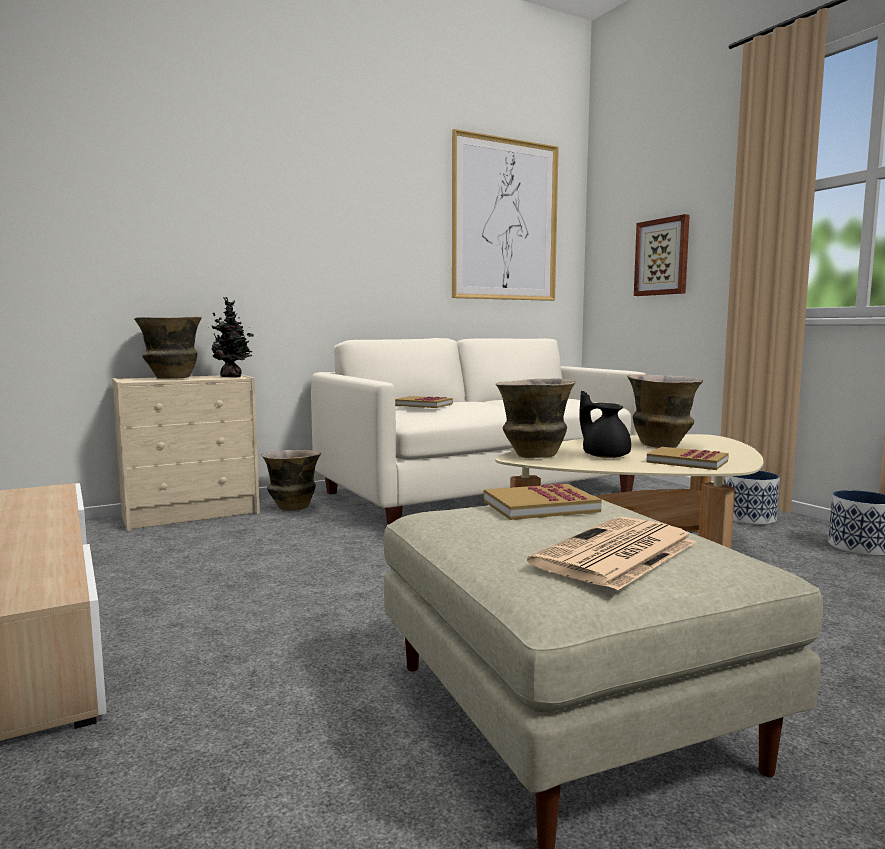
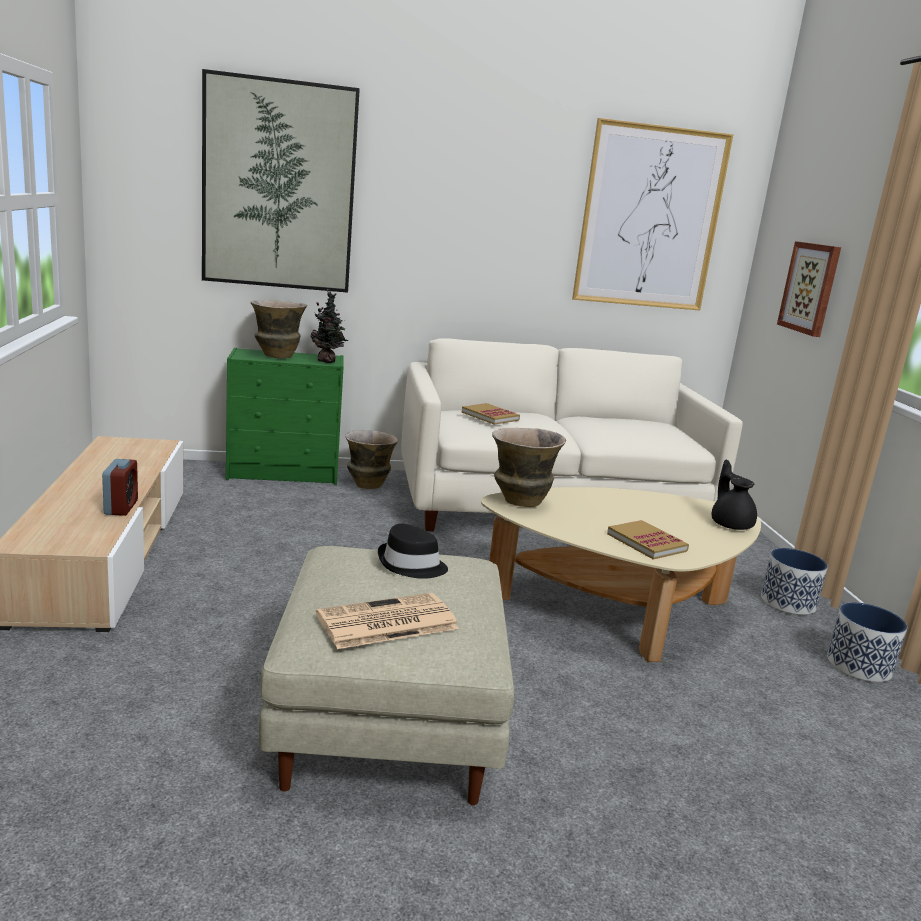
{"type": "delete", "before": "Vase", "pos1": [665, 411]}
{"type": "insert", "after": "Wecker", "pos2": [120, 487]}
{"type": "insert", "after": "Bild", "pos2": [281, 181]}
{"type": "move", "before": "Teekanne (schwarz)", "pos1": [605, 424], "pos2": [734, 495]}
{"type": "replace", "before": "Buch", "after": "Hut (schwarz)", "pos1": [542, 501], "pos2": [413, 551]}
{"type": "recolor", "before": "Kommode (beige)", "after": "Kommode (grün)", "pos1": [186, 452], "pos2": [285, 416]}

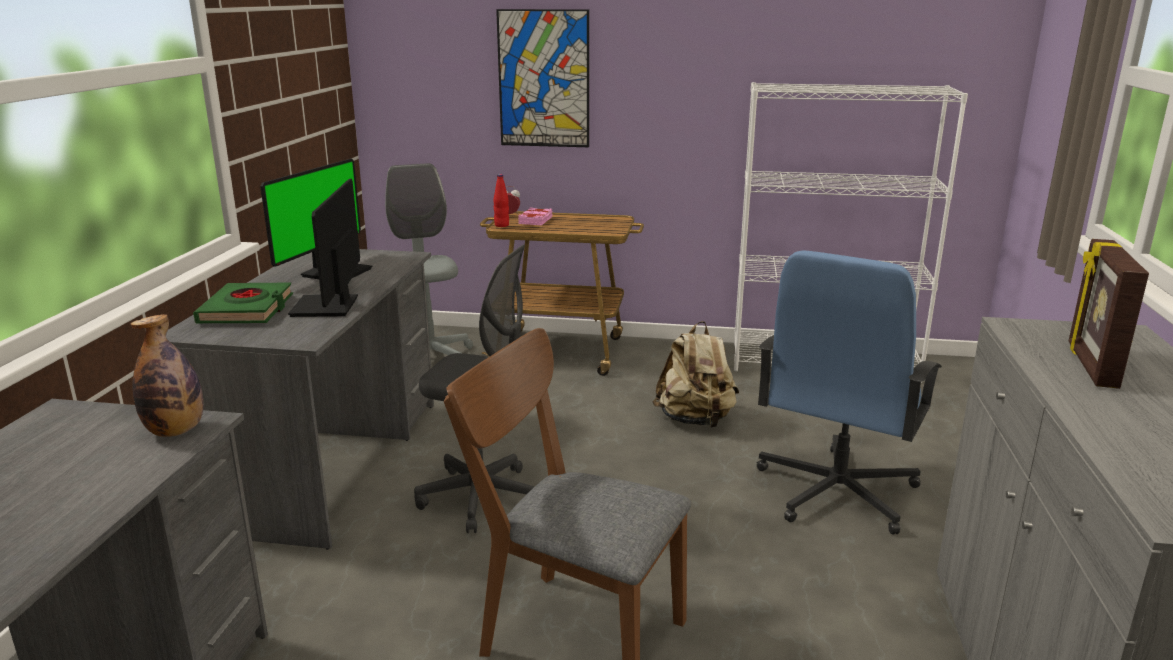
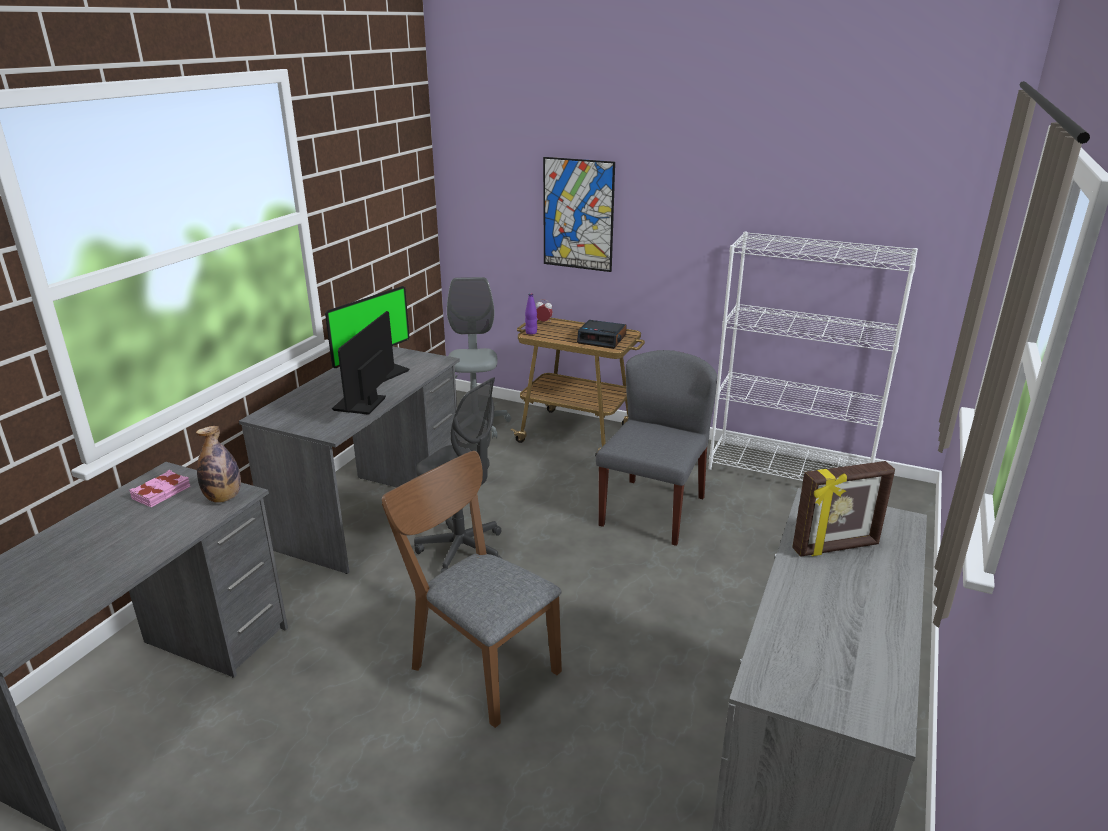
{"type": "delete", "before": "Buch (grün)", "pos1": [243, 302]}
{"type": "delete", "before": "Bürostuhl (blau)", "pos1": [849, 392]}
{"type": "insert", "after": "Wecker", "pos2": [602, 334]}
{"type": "move", "before": "Buch (rosa)", "pos1": [535, 216], "pos2": [160, 488]}
{"type": "replace", "before": "Rucksack (beige)", "after": "Stuhl (grau)", "pos1": [695, 374], "pos2": [656, 448]}
{"type": "recolor", "before": "Flasche (rot)", "after": "Flasche (lila)", "pos1": [501, 200], "pos2": [531, 314]}
{"type": "rotate", "before": "Bilderrahmen", "pos1": [1109, 314], "pos2": [843, 509], "turn": -135}

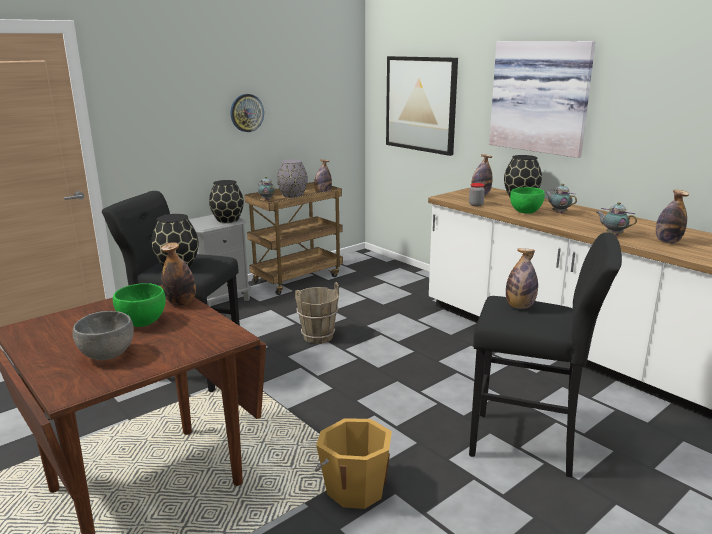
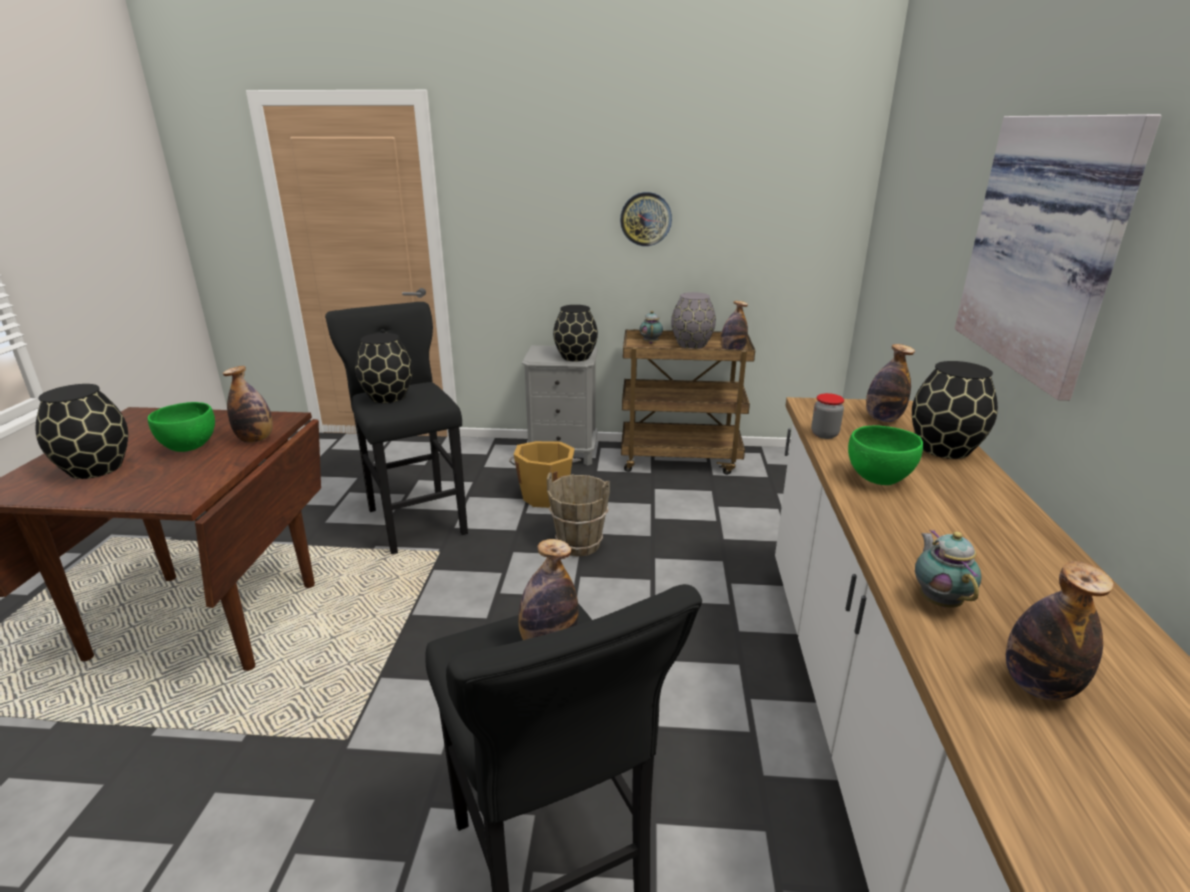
{"type": "delete", "before": "Bild", "pos1": [422, 106]}
{"type": "delete", "before": "Teekanne", "pos1": [561, 198]}
{"type": "move", "before": "Eimer (orange)", "pos1": [353, 463], "pos2": [545, 474]}
{"type": "replace", "before": "Schüssel (grau)", "after": "Vase (schwarz)", "pos1": [103, 335], "pos2": [82, 431]}

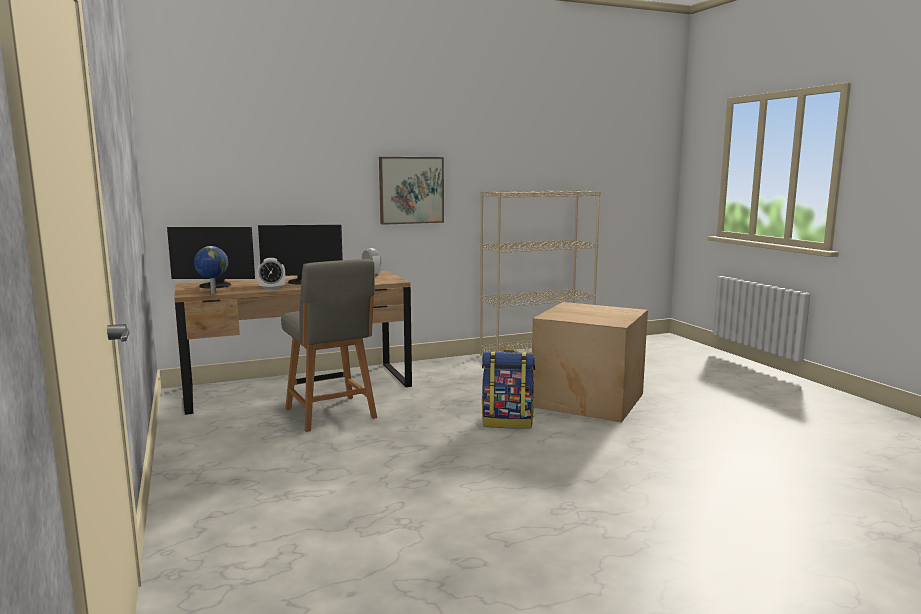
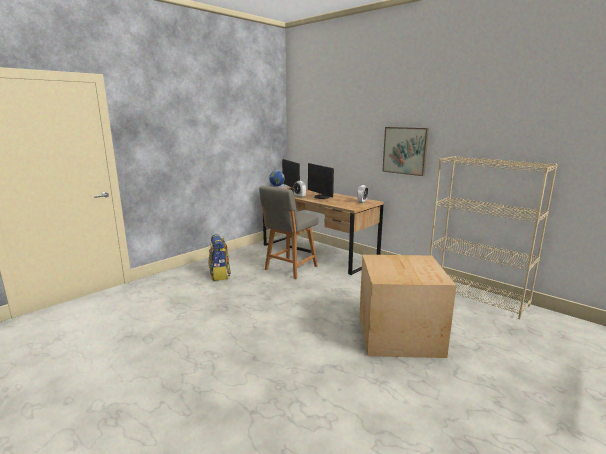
{"type": "move", "before": "Rucksack", "pos1": [508, 389], "pos2": [220, 257]}

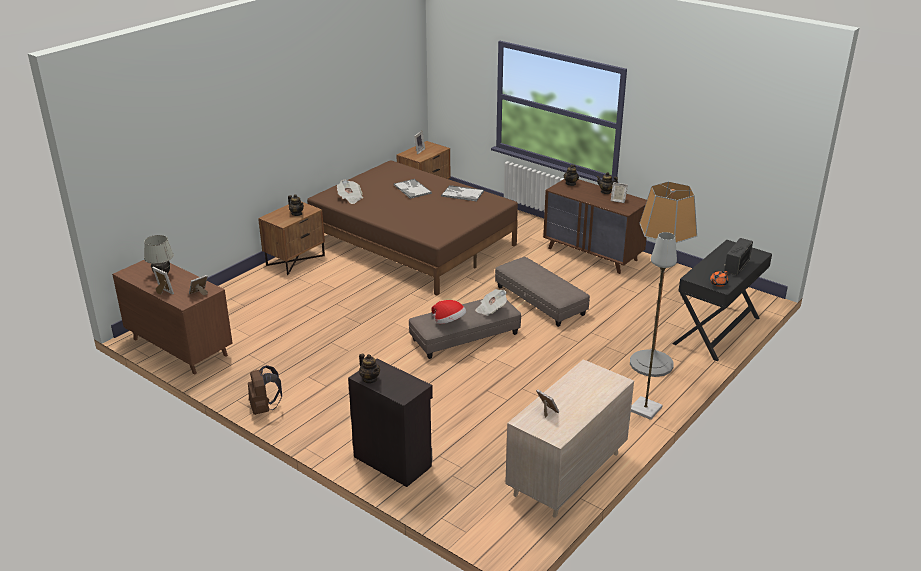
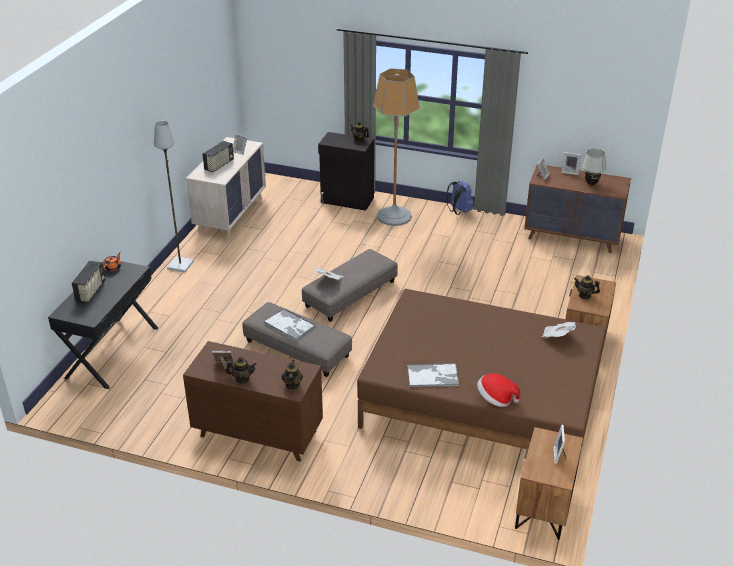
{"type": "insert", "after": "Radio", "pos2": [218, 156]}
{"type": "move", "before": "Tablett", "pos1": [412, 189], "pos2": [290, 324]}
{"type": "move", "before": "Hut", "pos1": [448, 312], "pos2": [498, 390]}
{"type": "move", "before": "Stehlampe", "pos1": [663, 279], "pos2": [396, 147]}
{"type": "recolor", "before": "Rucksack (braun)", "after": "Rucksack (blau)", "pos1": [265, 390], "pos2": [460, 198]}

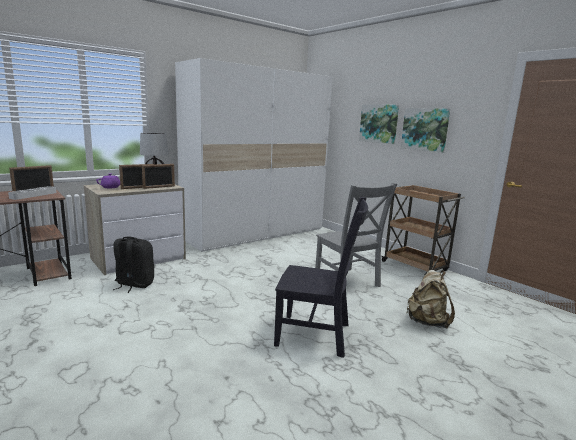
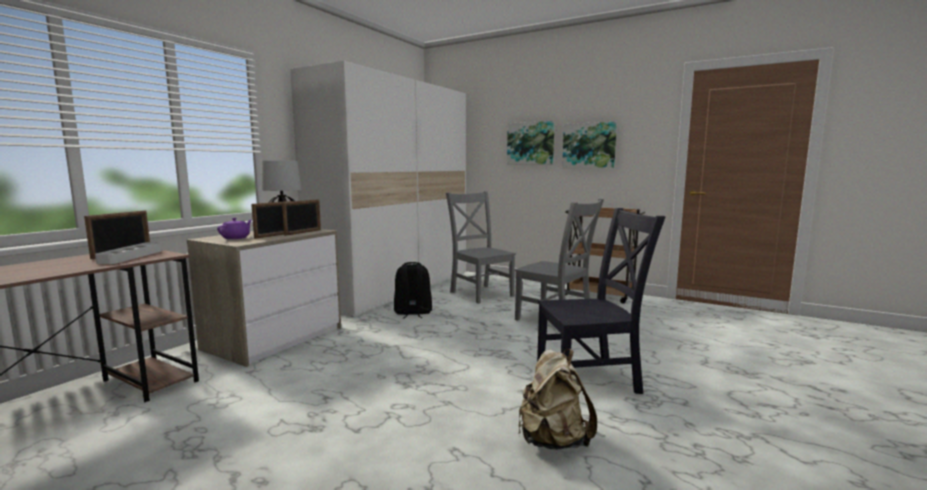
{"type": "insert", "after": "Stuhl (grau)", "pos2": [481, 247]}
{"type": "move", "before": "Rucksack (schwarz)", "pos1": [133, 265], "pos2": [413, 290]}
{"type": "move", "before": "Rucksack (beige)", "pos1": [430, 299], "pos2": [557, 398]}

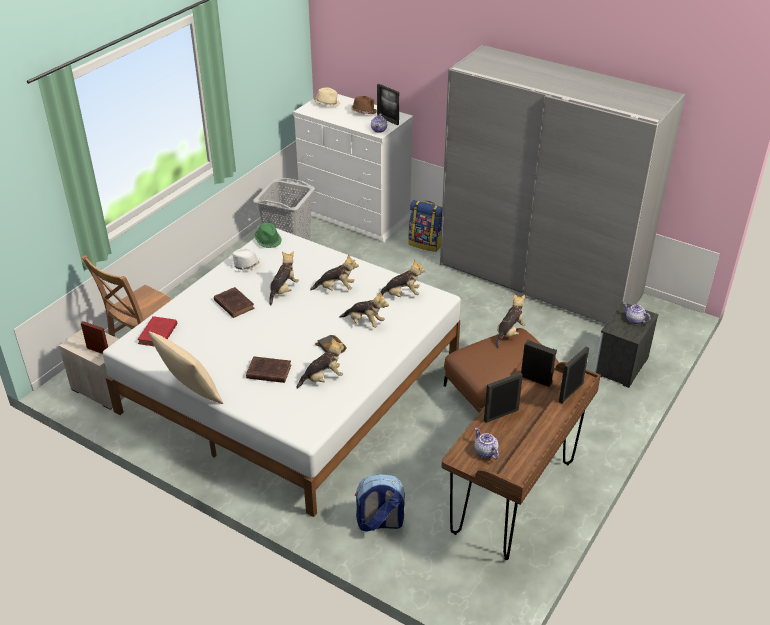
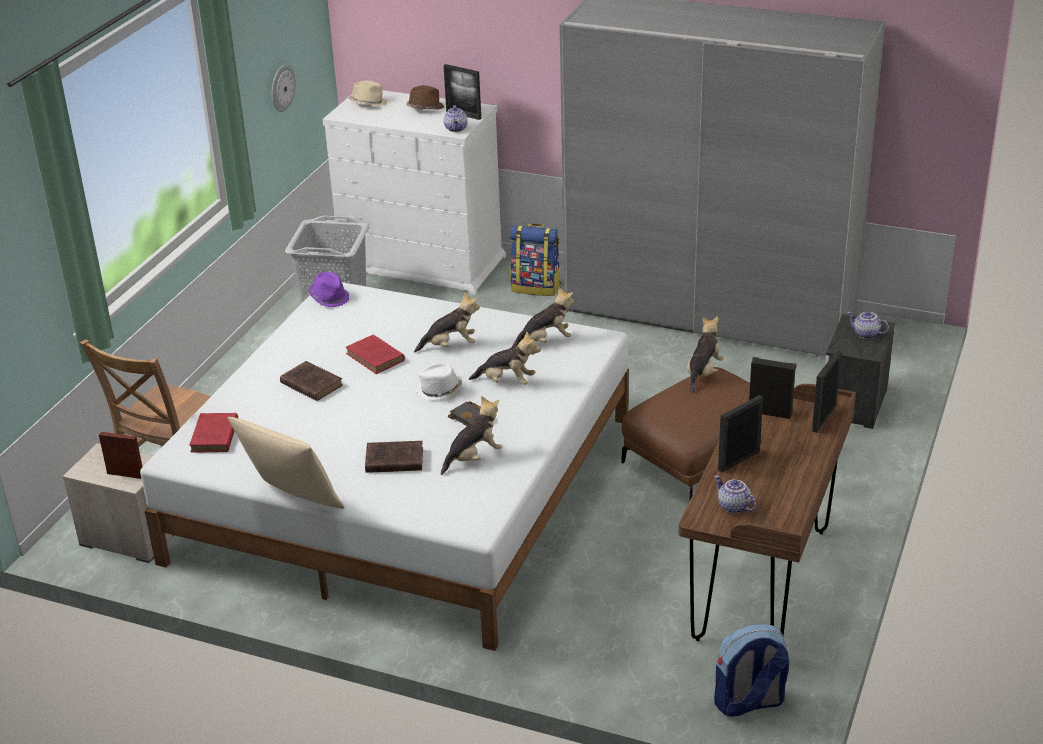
{"type": "insert", "after": "Wanduhr", "pos2": [284, 88]}
{"type": "move", "before": "Hut (weiß)", "pos1": [245, 260], "pos2": [438, 382]}
{"type": "move", "before": "Rucksack", "pos1": [380, 503], "pos2": [751, 670]}
{"type": "replace", "before": "Plüschtier", "after": "Buch (rot)", "pos1": [284, 279], "pos2": [375, 354]}
{"type": "recolor", "before": "Hut (grün)", "after": "Hut (lila)", "pos1": [268, 235], "pos2": [329, 289]}

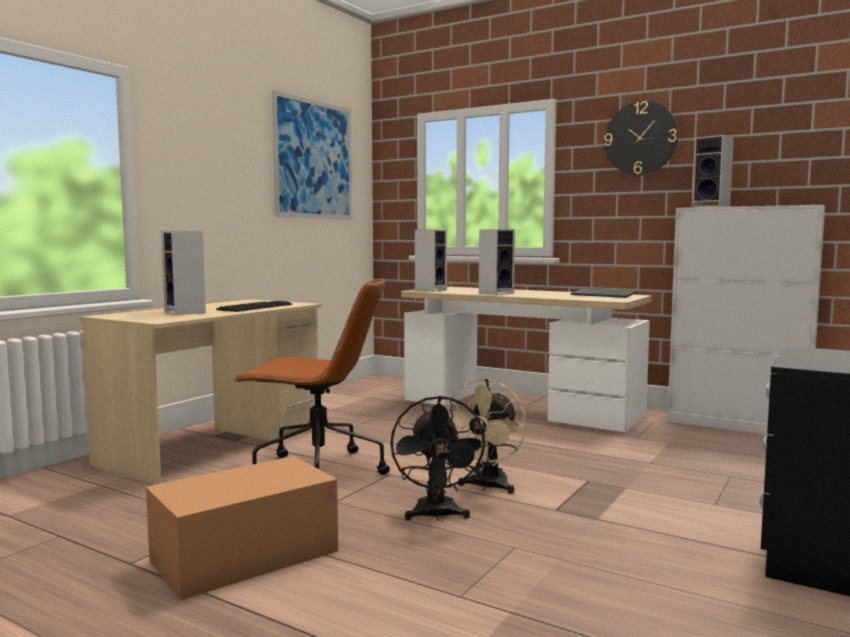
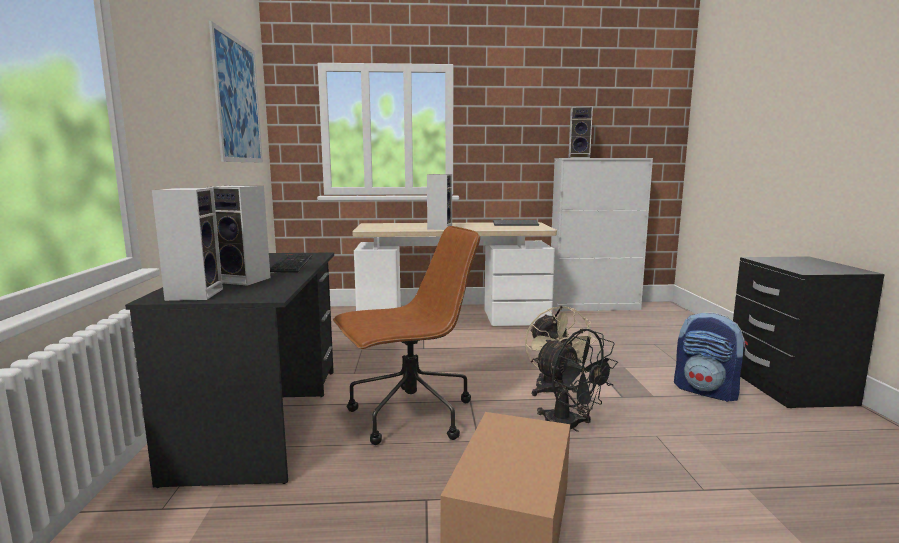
{"type": "delete", "before": "Wanduhr", "pos1": [641, 138]}
{"type": "insert", "after": "Rucksack", "pos2": [711, 357]}
{"type": "move", "before": "Lautsprecher", "pos1": [431, 261], "pos2": [187, 244]}
{"type": "recolor", "before": "Schreibtisch (beige)", "after": "Schreibtisch (schwarz)", "pos1": [201, 392], "pos2": [229, 370]}

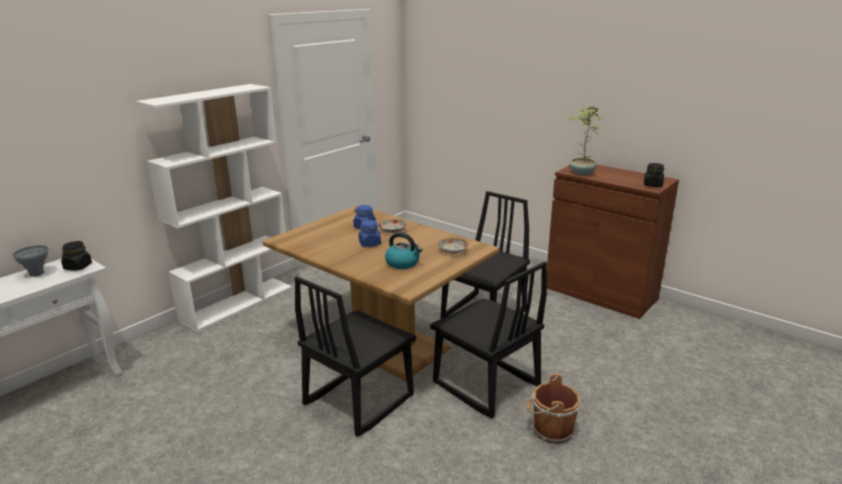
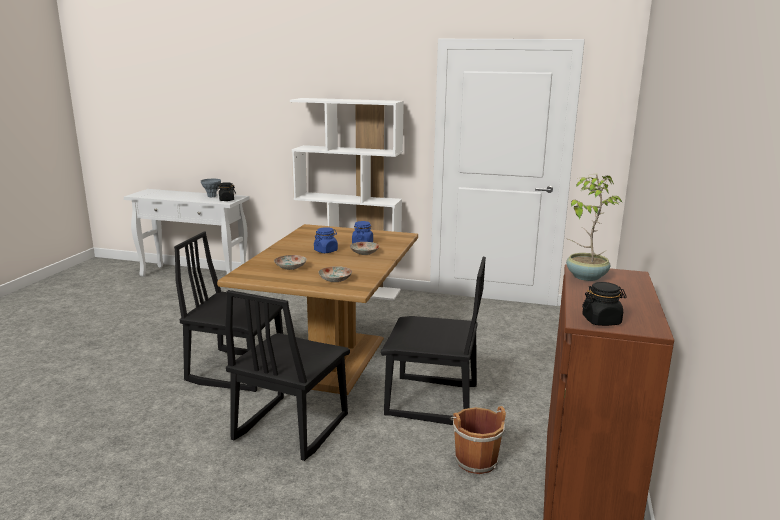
{"type": "move", "before": "Eimer (braun)", "pos1": [554, 408], "pos2": [478, 440]}
{"type": "replace", "before": "Wasserkessel", "after": "Teller", "pos1": [404, 250], "pos2": [290, 262]}

